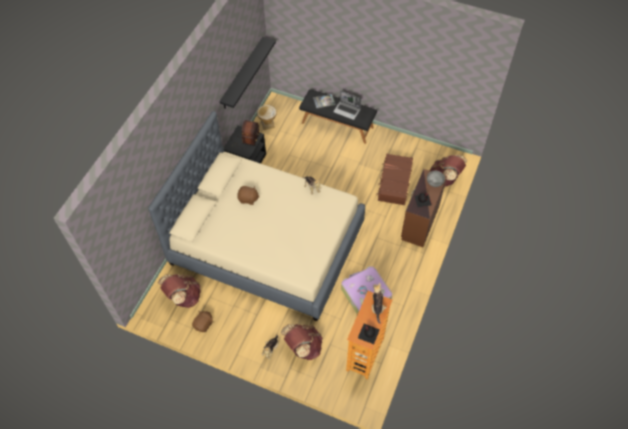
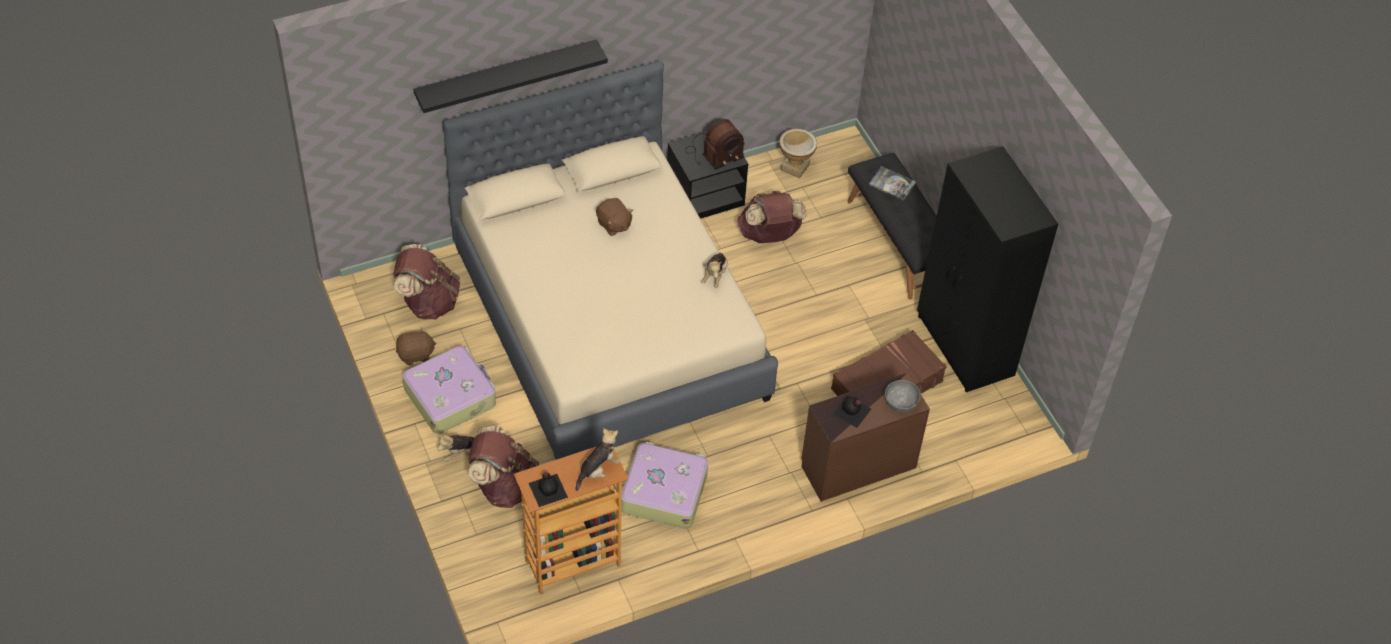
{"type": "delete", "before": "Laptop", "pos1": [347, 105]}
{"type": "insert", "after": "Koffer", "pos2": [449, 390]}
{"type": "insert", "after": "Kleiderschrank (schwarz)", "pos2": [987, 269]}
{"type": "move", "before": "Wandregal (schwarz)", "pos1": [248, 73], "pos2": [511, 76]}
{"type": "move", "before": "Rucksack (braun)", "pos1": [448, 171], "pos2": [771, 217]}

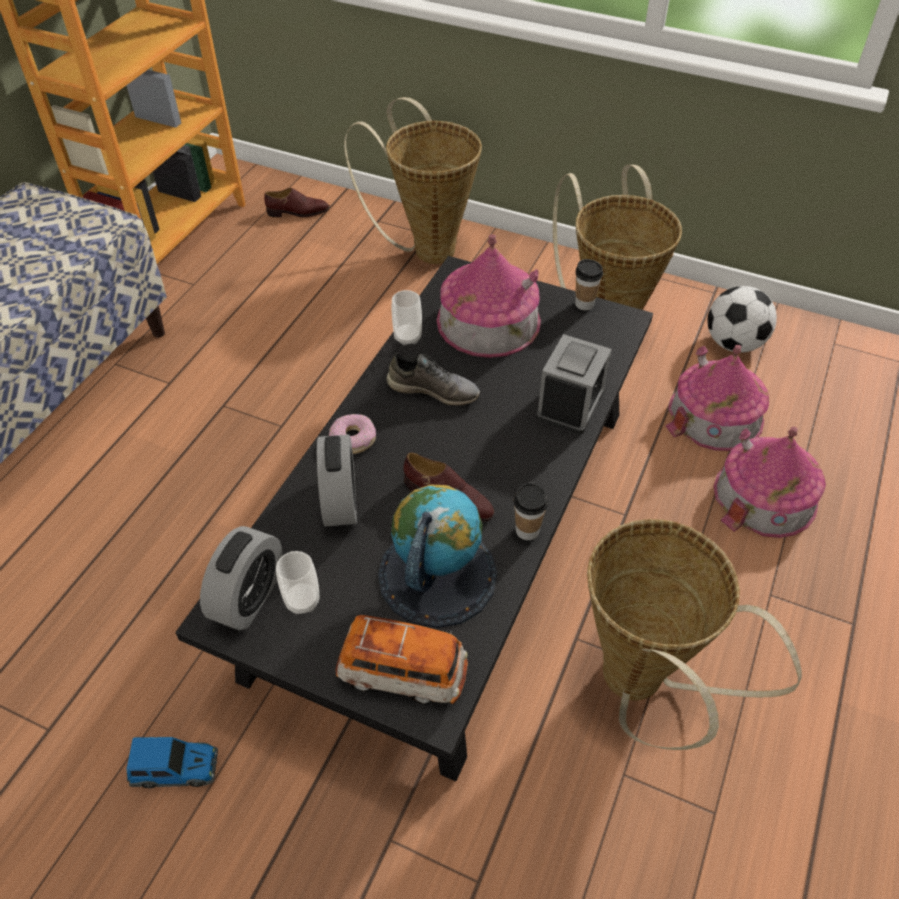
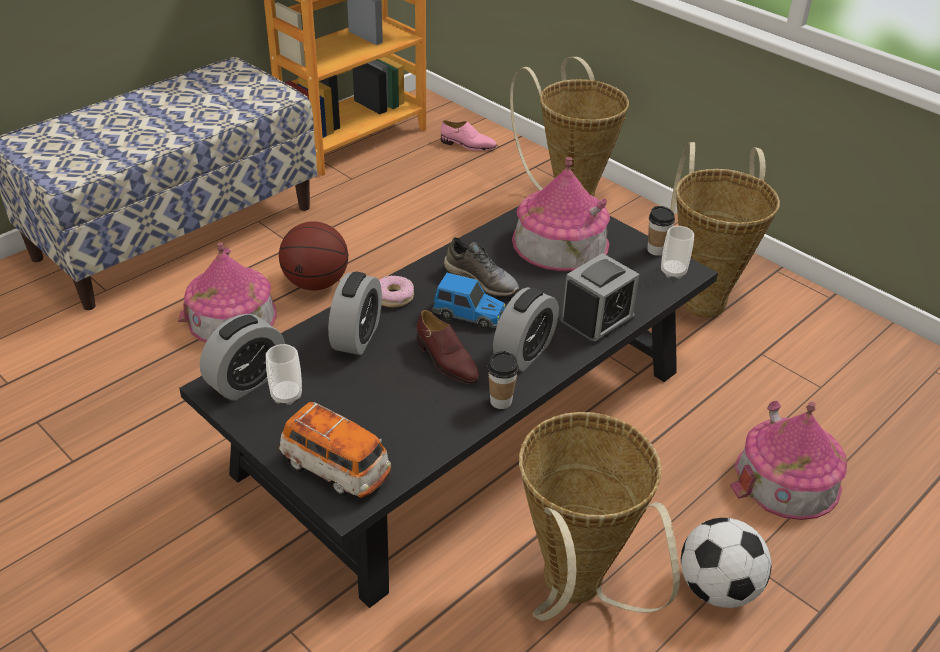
{"type": "delete", "before": "Globus", "pos1": [437, 556]}
{"type": "insert", "after": "Basketball", "pos2": [313, 255]}
{"type": "insert", "after": "Wecker", "pos2": [526, 329]}
{"type": "move", "before": "Spielzeugauto", "pos1": [172, 762], "pos2": [468, 301]}
{"type": "move", "before": "Tasse", "pos1": [407, 318], "pos2": [677, 252]}
{"type": "move", "before": "Spielzeughaus", "pos1": [717, 398], "pos2": [227, 292]}
{"type": "move", "before": "Fußball", "pos1": [742, 319], "pos2": [726, 563]}
{"type": "recolor", "before": "Schuh (braun)", "after": "Schuh (rosa)", "pos1": [296, 203], "pos2": [469, 135]}

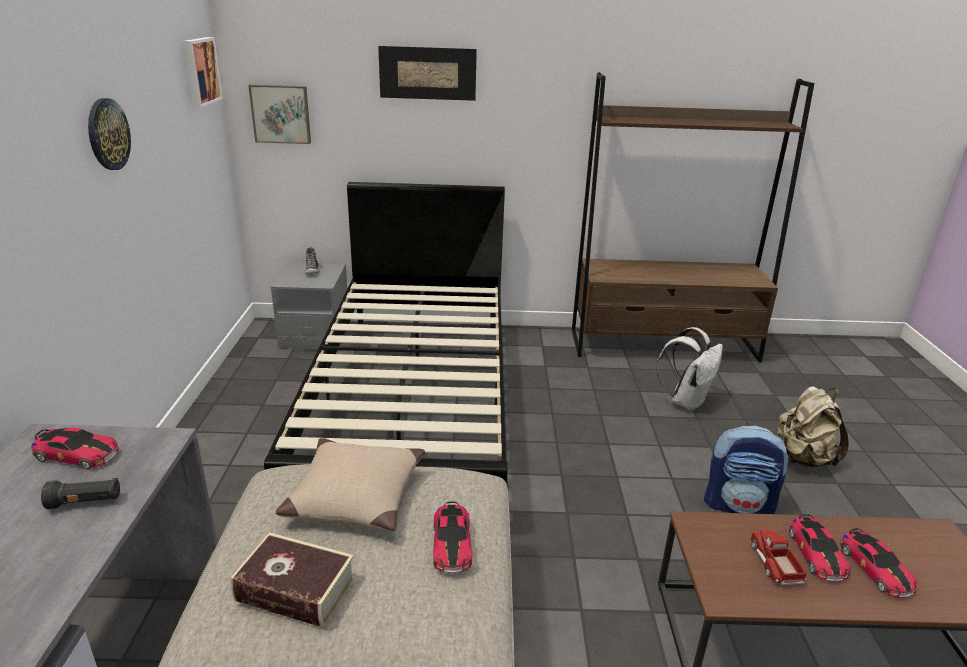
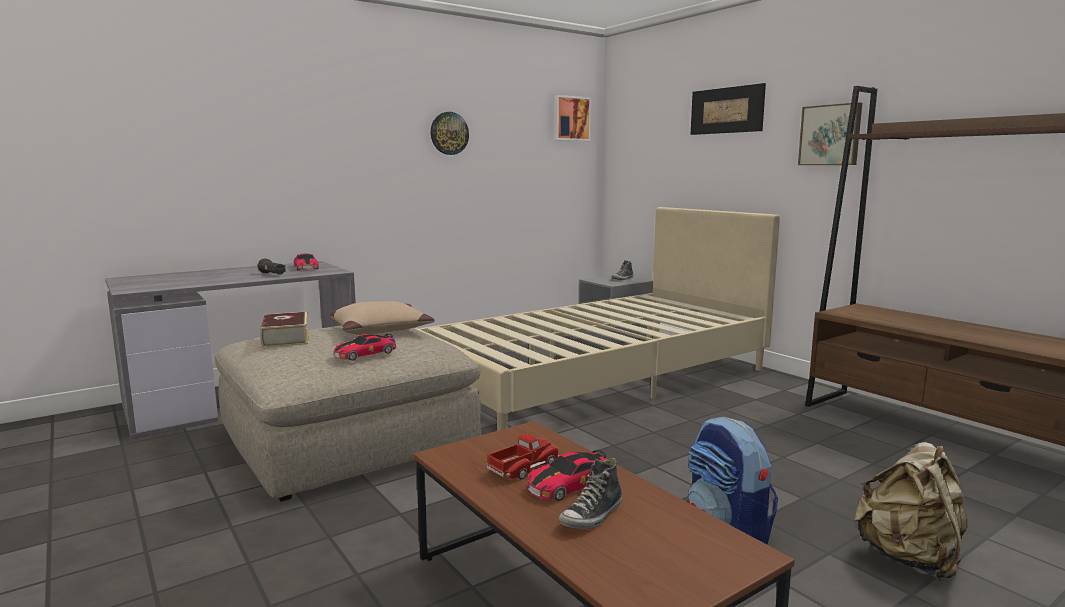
{"type": "delete", "before": "Rucksack (weiß)", "pos1": [689, 369]}
{"type": "move", "before": "Bild", "pos1": [279, 114], "pos2": [830, 133]}
{"type": "replace", "before": "Spielzeugauto", "after": "Schuh", "pos1": [878, 563], "pos2": [590, 493]}
{"type": "recolor", "before": "Bett (schwarz)", "after": "Bett (beige)", "pos1": [385, 333], "pos2": [597, 319]}

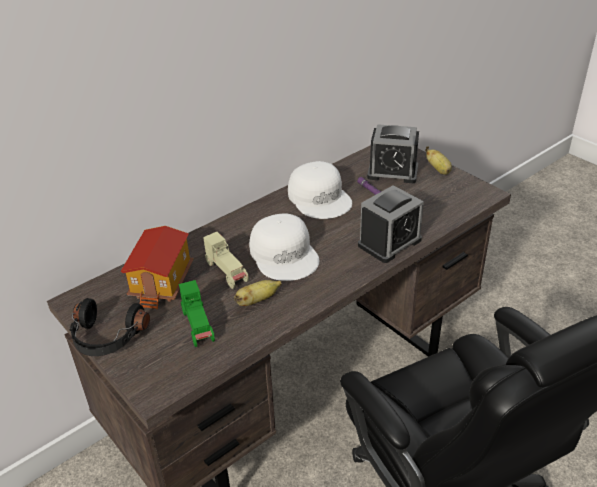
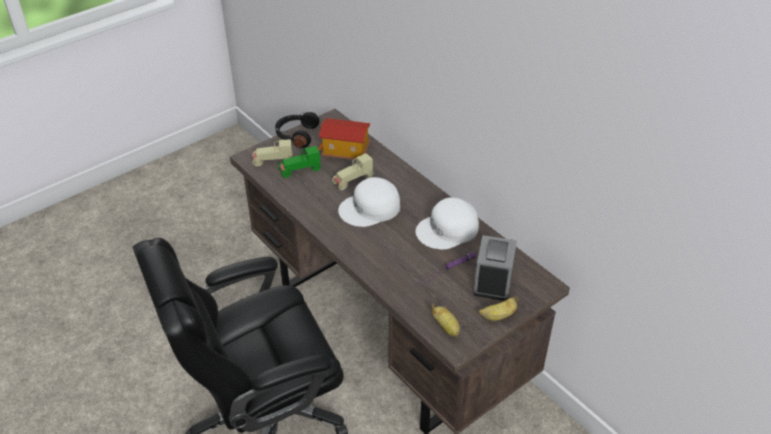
{"type": "delete", "before": "Wecker", "pos1": [391, 224]}
{"type": "insert", "after": "Spielzeugauto (beige)", "pos2": [272, 152]}
{"type": "move", "before": "Banane", "pos1": [258, 293], "pos2": [445, 320]}

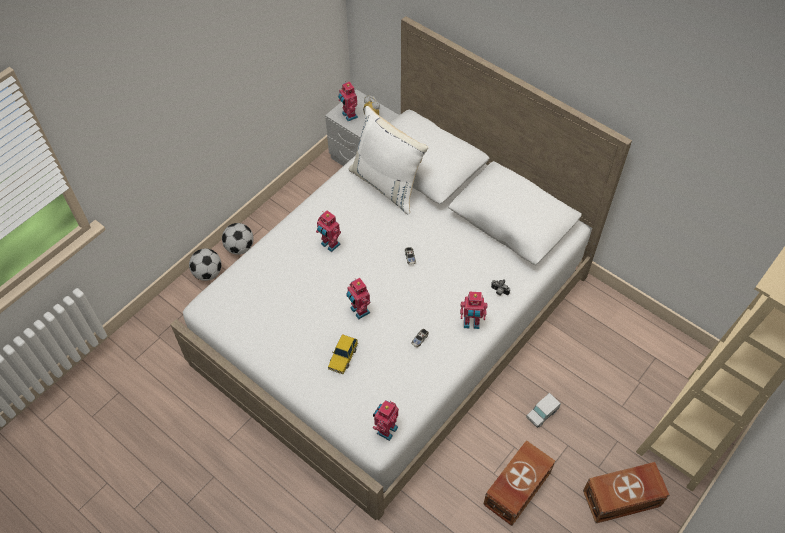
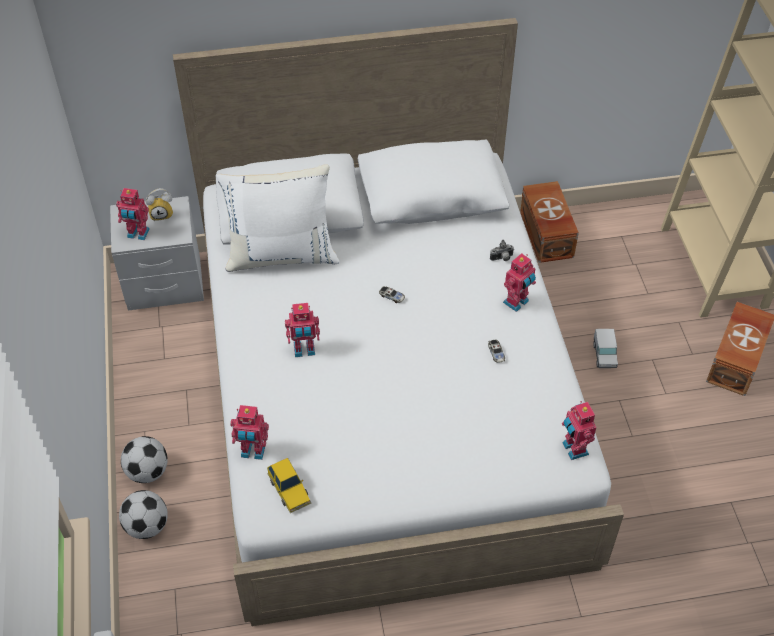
{"type": "move", "before": "Spielzeugauto", "pos1": [343, 354], "pos2": [289, 485]}
{"type": "move", "before": "Spielzeugroboter", "pos1": [358, 298], "pos2": [249, 432]}
{"type": "move", "before": "Aufbewahrungsbox (braun)", "pos1": [519, 483], "pos2": [549, 222]}

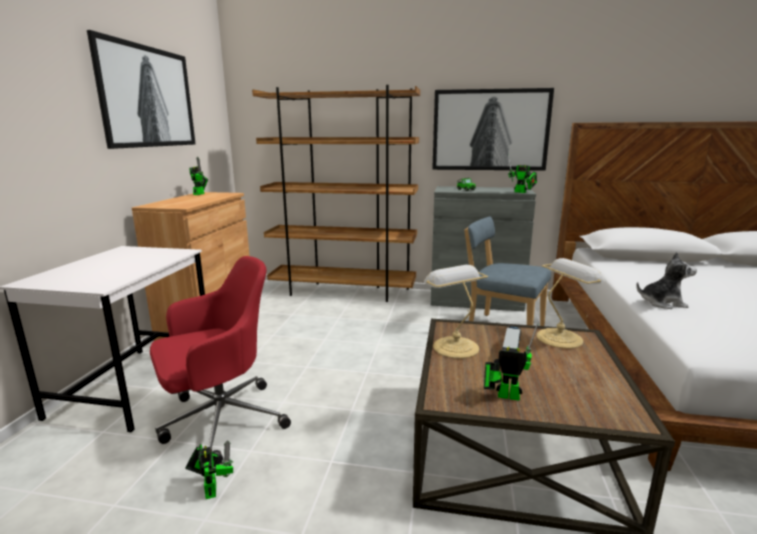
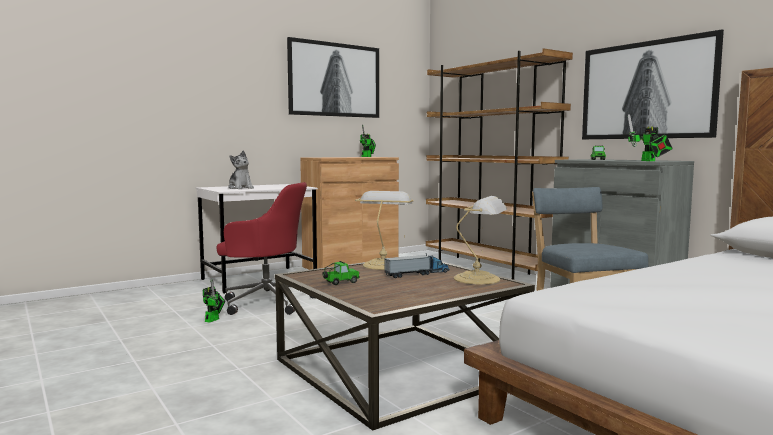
{"type": "move", "before": "Plüschtier", "pos1": [666, 280], "pos2": [241, 169]}
{"type": "replace", "before": "Spielzeugroboter", "after": "Spielzeugauto", "pos1": [511, 361], "pos2": [341, 273]}

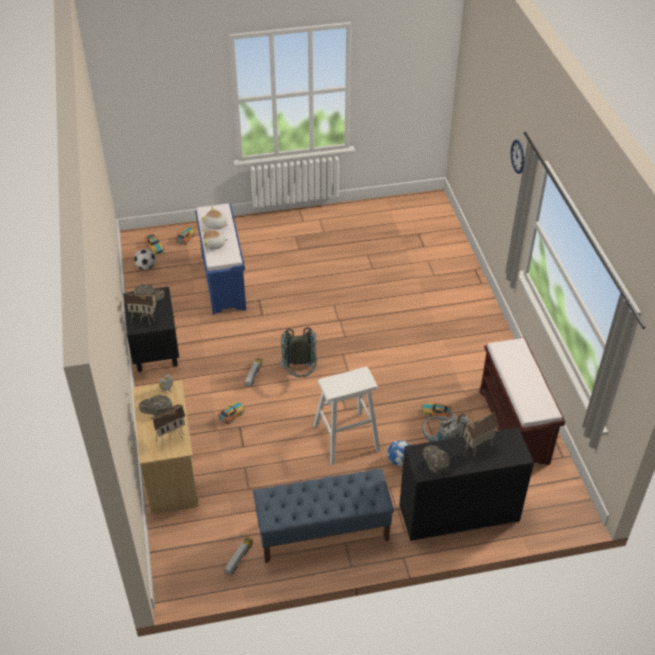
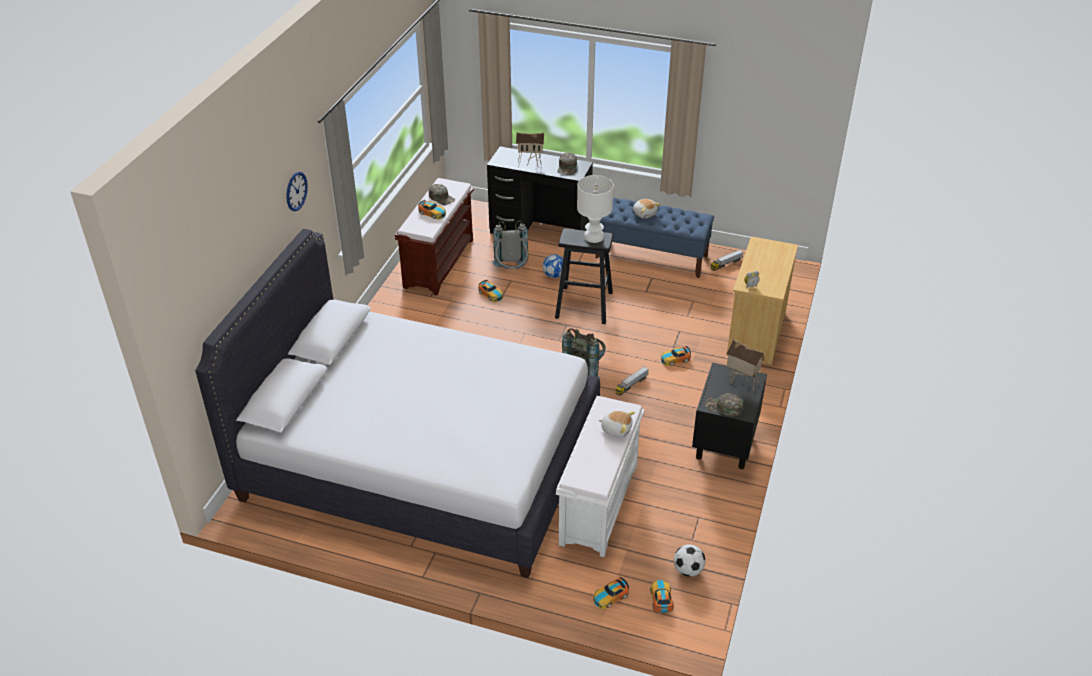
{"type": "delete", "before": "Spielzeughaus", "pos1": [167, 424]}
{"type": "insert", "after": "Bett (weiß)", "pos2": [397, 403]}
{"type": "insert", "after": "Spielzeugauto", "pos2": [432, 210]}
{"type": "insert", "after": "Tischlampe (weiß)", "pos2": [595, 209]}
{"type": "move", "before": "Kappe (grün)", "pos1": [156, 405], "pos2": [442, 194]}
{"type": "move", "before": "Plüschtier", "pos1": [214, 218], "pos2": [647, 209]}
{"type": "recolor", "before": "Bank (blau)", "after": "Bank (weiß)", "pos1": [220, 259], "pos2": [600, 476]}
{"type": "recolor", "before": "Hocker (weiß)", "after": "Hocker (schwarz)", "pos1": [346, 416], "pos2": [584, 276]}

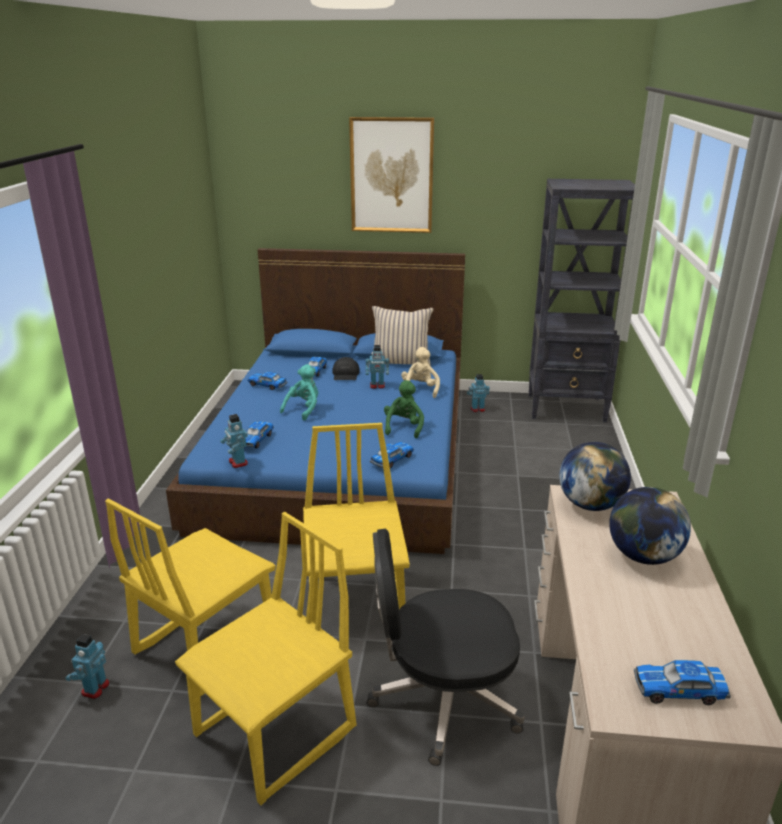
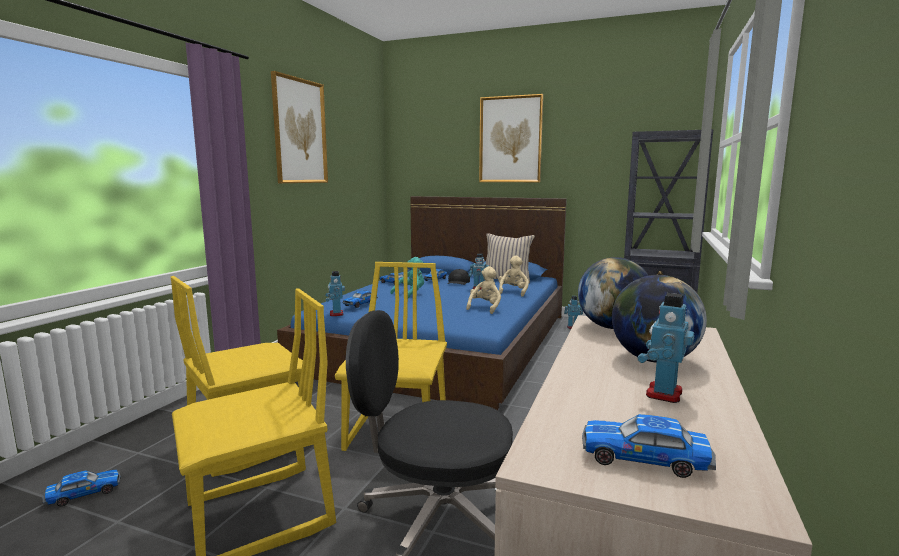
{"type": "insert", "after": "Bild", "pos2": [299, 127]}
{"type": "move", "before": "Spielzeugroboter", "pos1": [87, 666], "pos2": [665, 348]}
{"type": "move", "before": "Spielzeugauto", "pos1": [392, 455], "pos2": [81, 488]}
{"type": "recolor", "before": "Plüschtier (grün)", "after": "Plüschtier (beige)", "pos1": [404, 409], "pos2": [483, 290]}

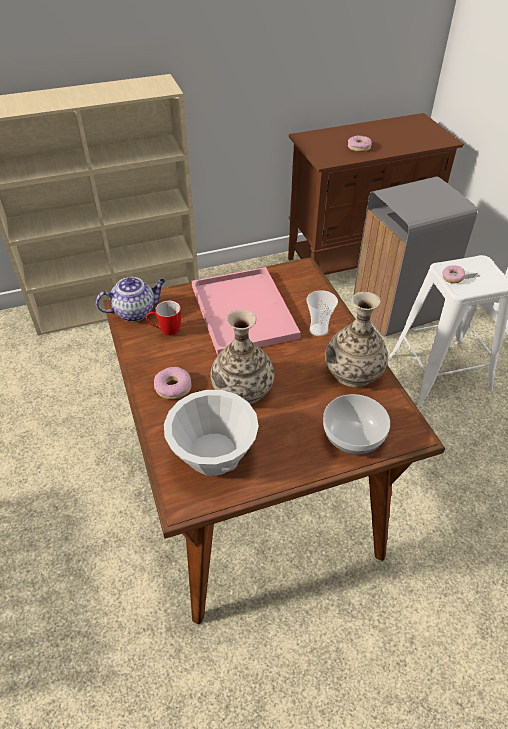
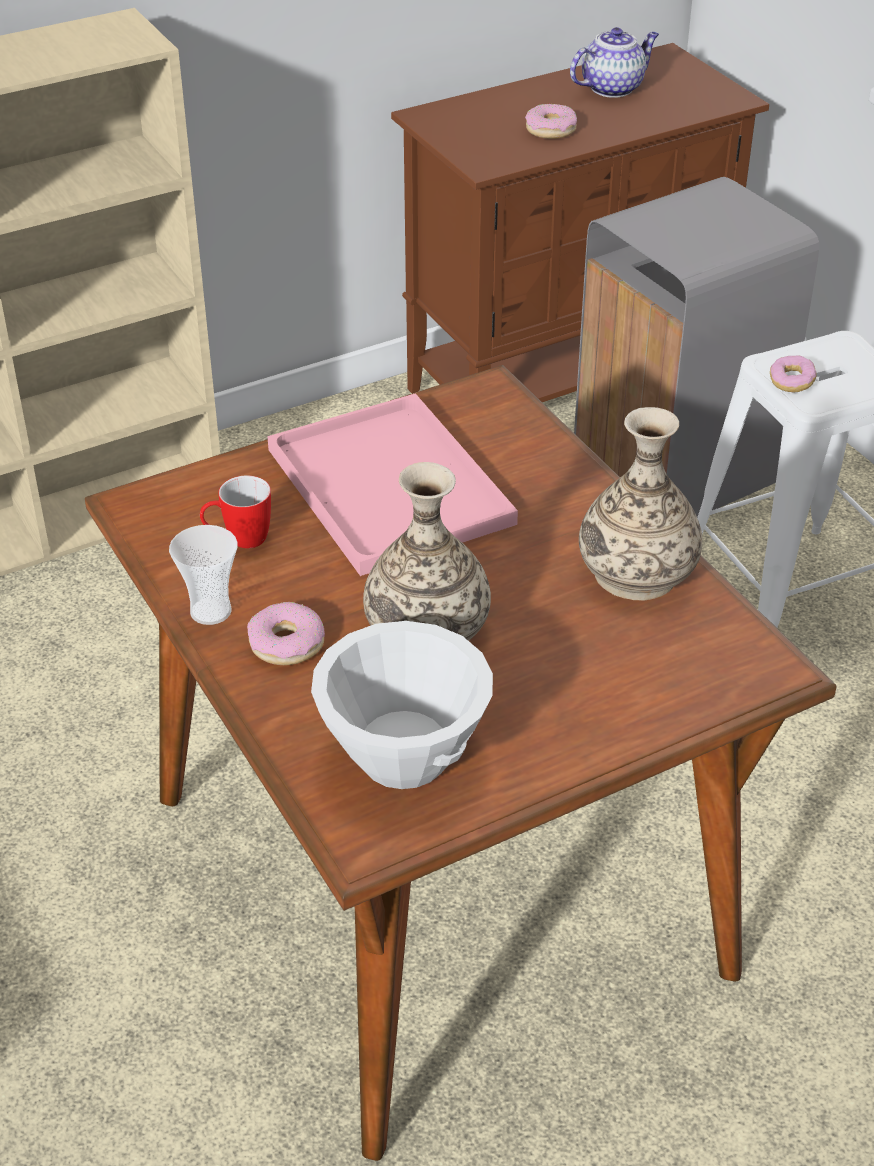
{"type": "delete", "before": "Schüssel", "pos1": [356, 424]}
{"type": "move", "before": "Teekanne", "pos1": [131, 299], "pos2": [614, 62]}
{"type": "move", "before": "Tasse", "pos1": [322, 313], "pos2": [203, 575]}

